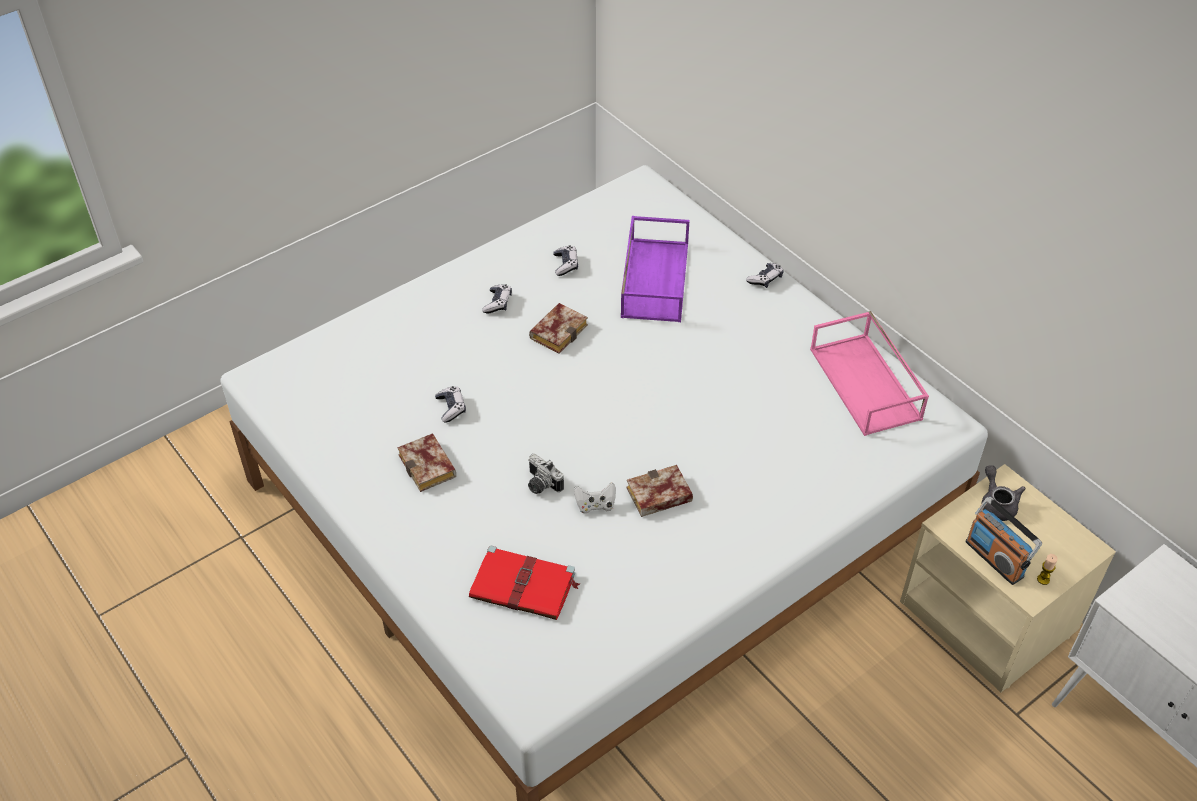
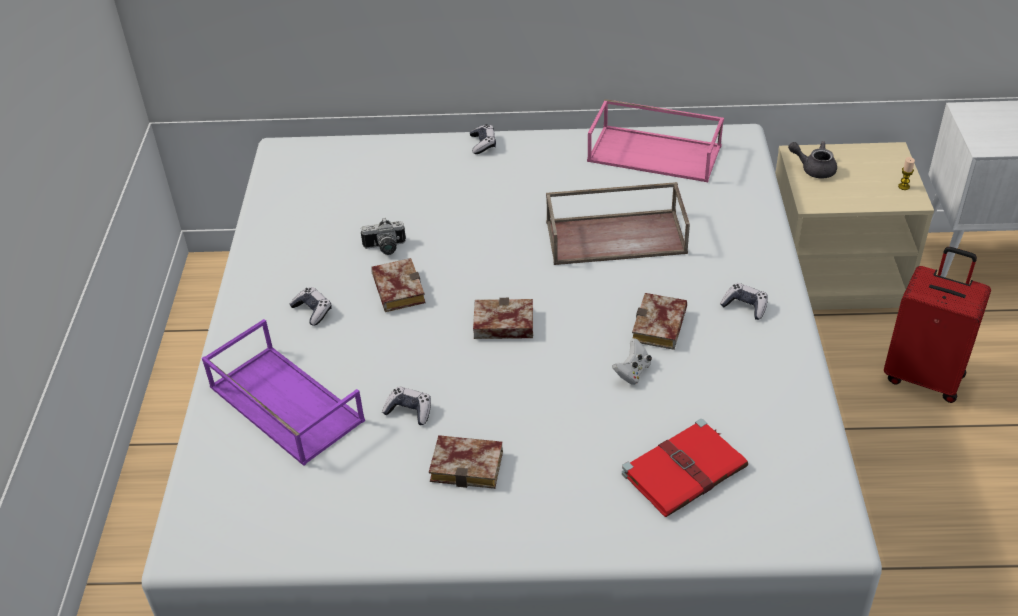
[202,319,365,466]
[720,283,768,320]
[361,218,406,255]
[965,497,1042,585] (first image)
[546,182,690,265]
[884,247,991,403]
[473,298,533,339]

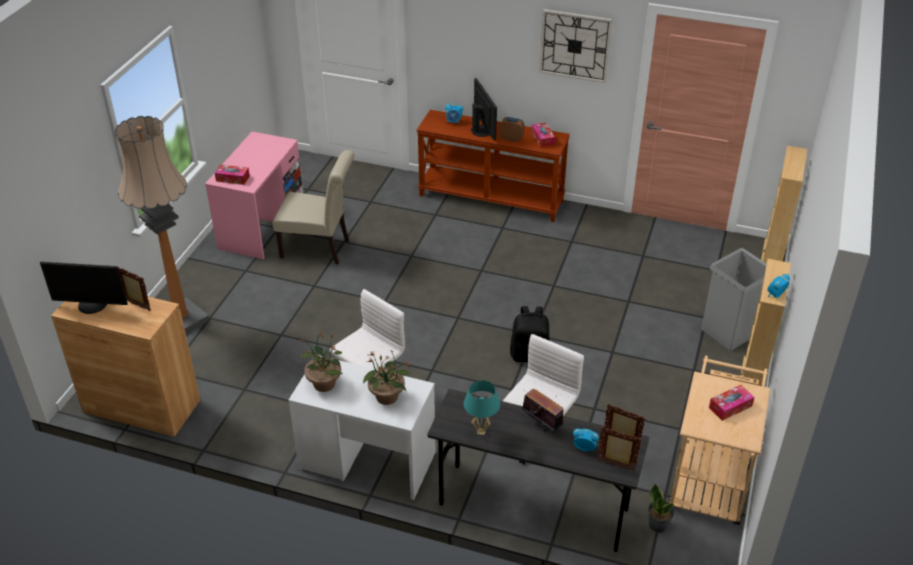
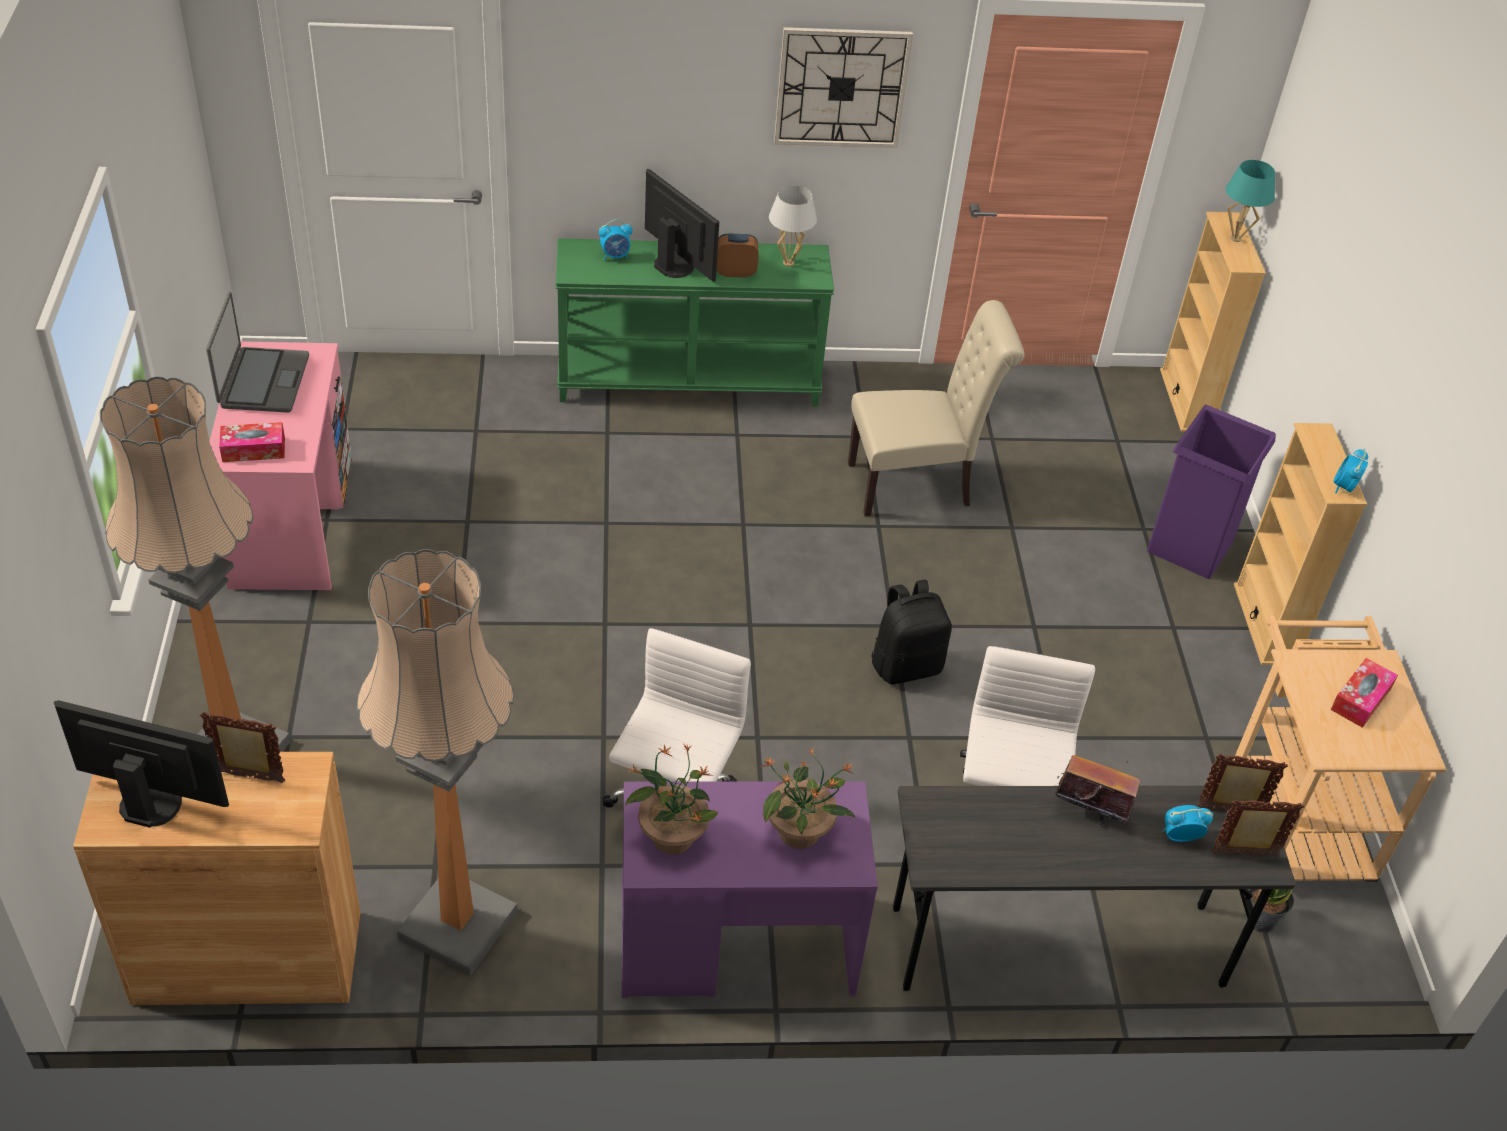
[556,238,834,406]
[769,186,817,267]
[848,300,1025,516]
[1147,405,1276,579]
[54,700,229,828]
[622,781,878,998]
[1226,160,1275,242]
[206,292,309,413]
[357,549,517,976]

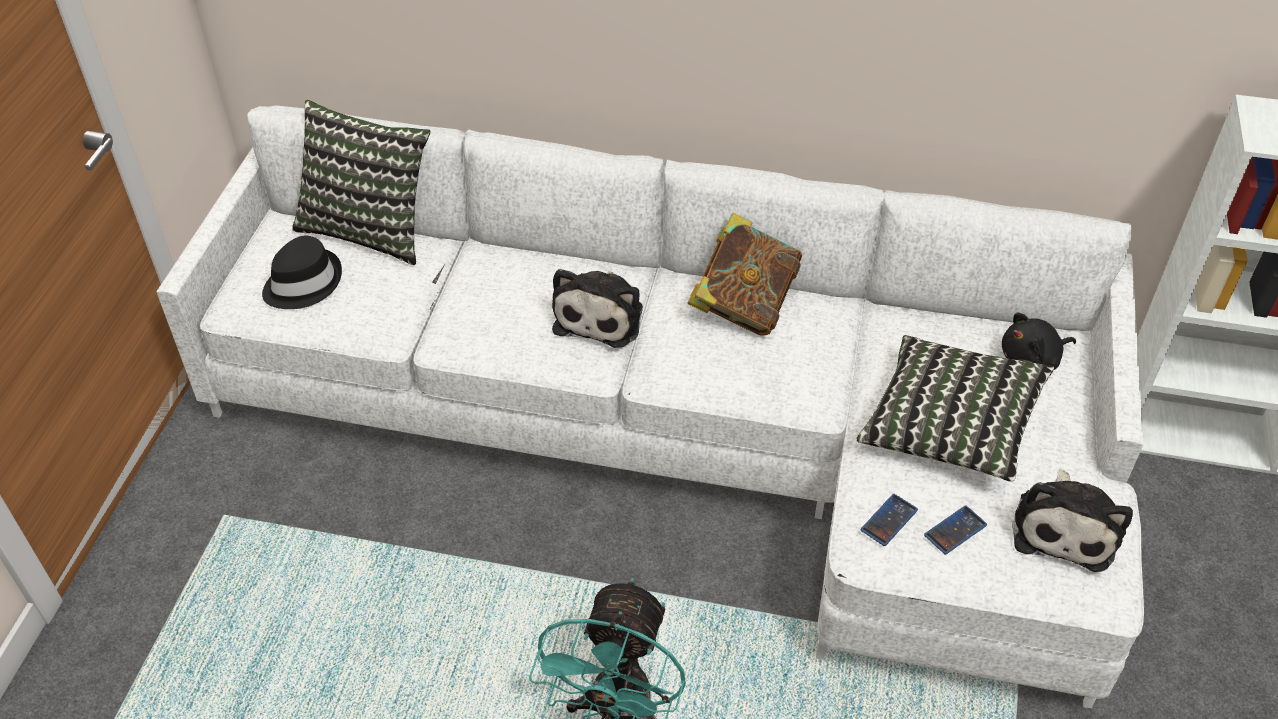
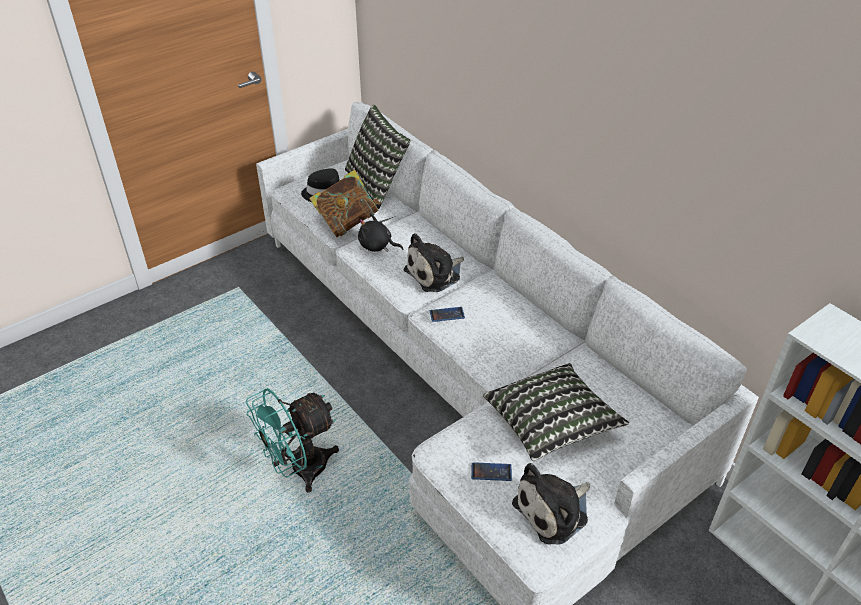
[309,170,381,237]
[358,214,403,252]
[430,307,465,322]

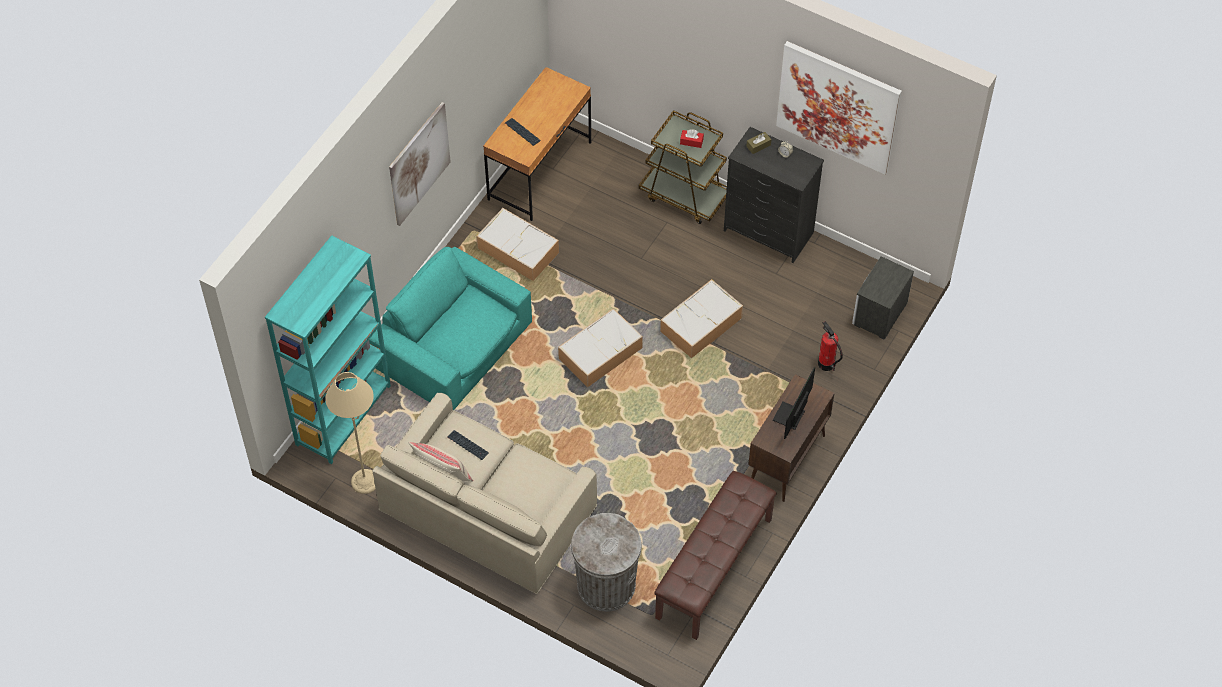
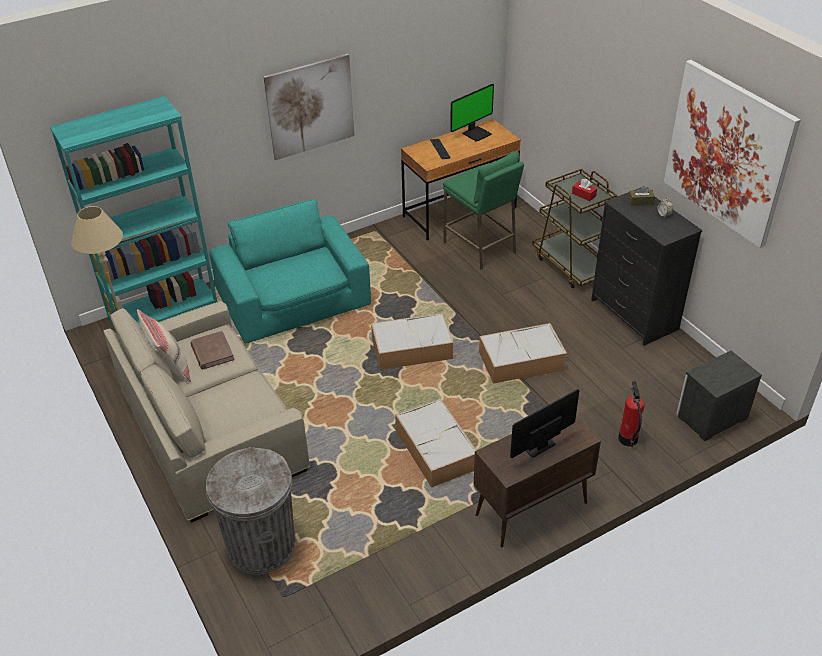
[395,398,476,487]
[190,331,234,370]
[654,471,777,640] (first image)
[450,83,494,142]
[443,151,524,270]

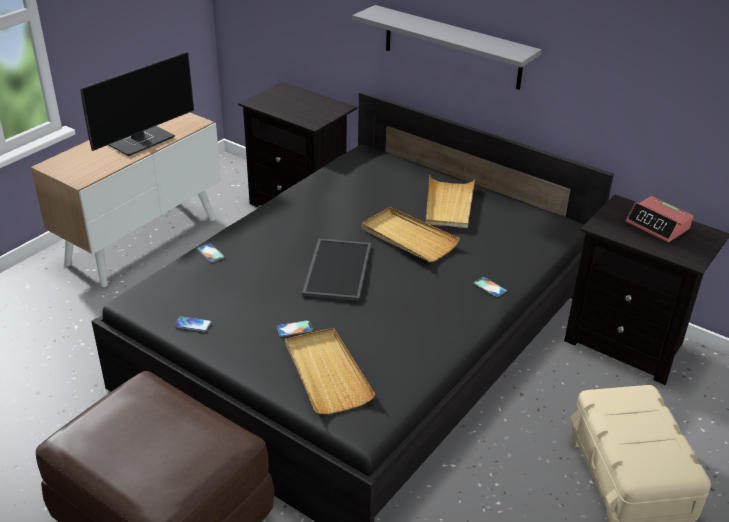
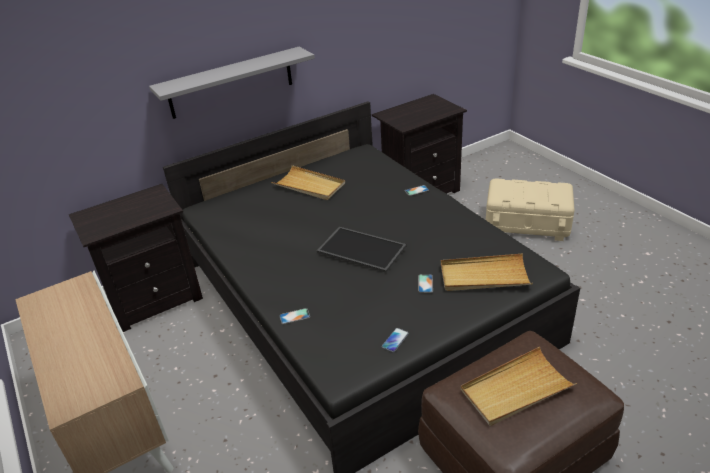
[80,52,194,156] (first image)
[626,196,693,242] (first image)
[460,347,577,426]

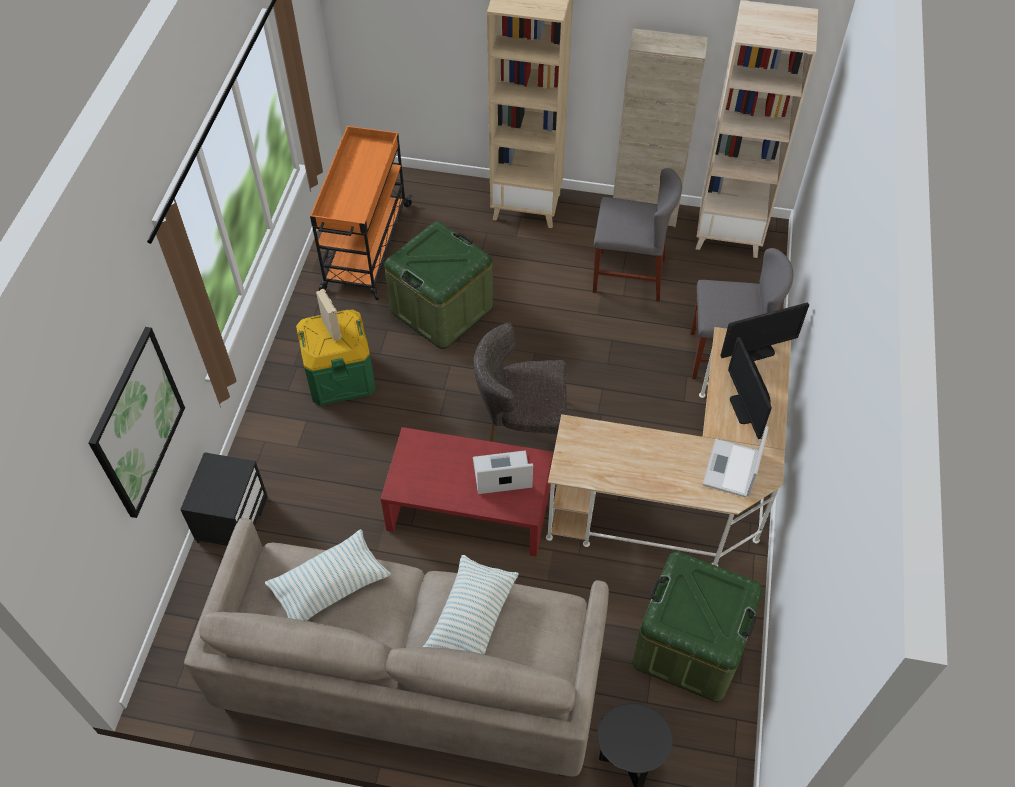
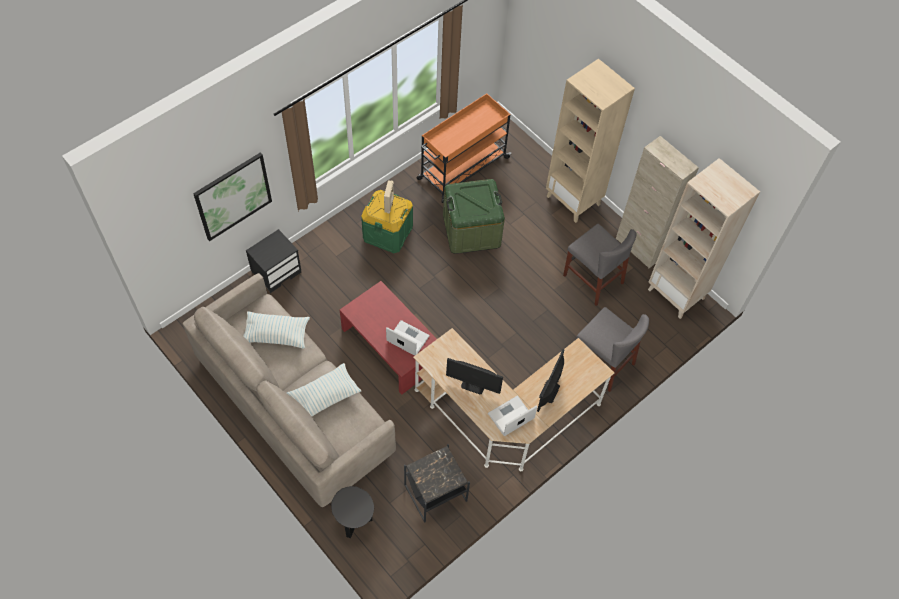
[446,358,503,394]
[473,323,567,459] (first image)
[404,444,470,523]

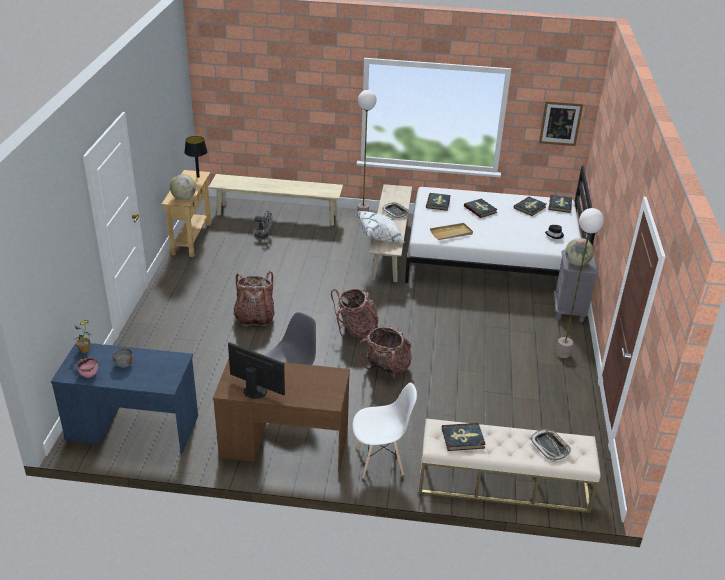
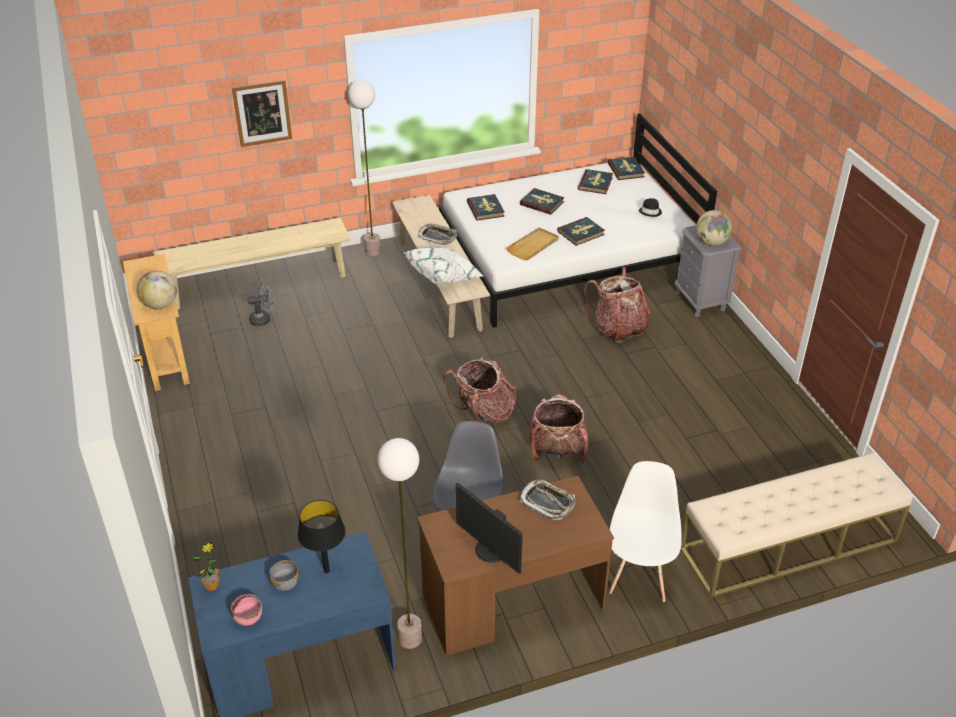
[232,80,292,147]
[298,500,346,573]
[378,438,422,649]
[584,267,651,343]
[456,483,523,574]
[609,461,681,602]
[558,217,605,246]
[520,479,575,520]

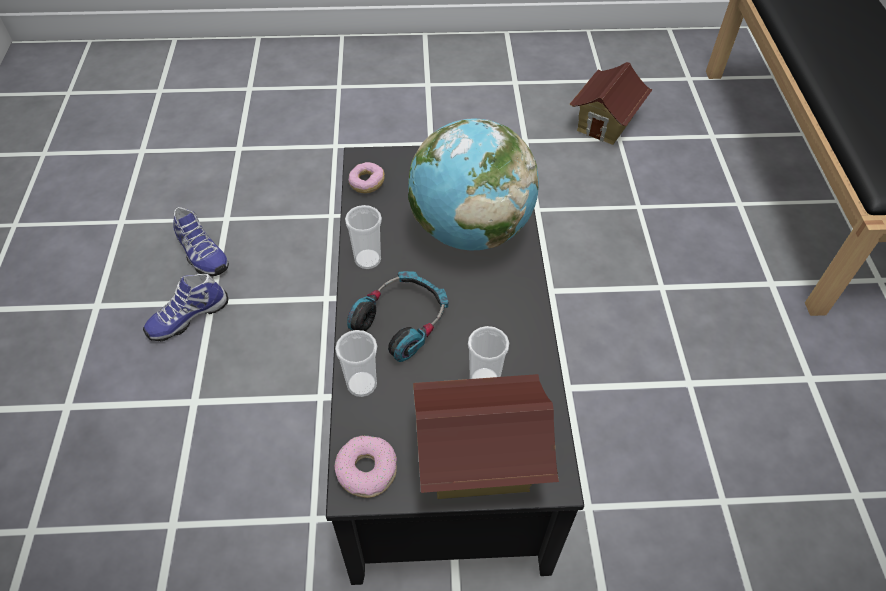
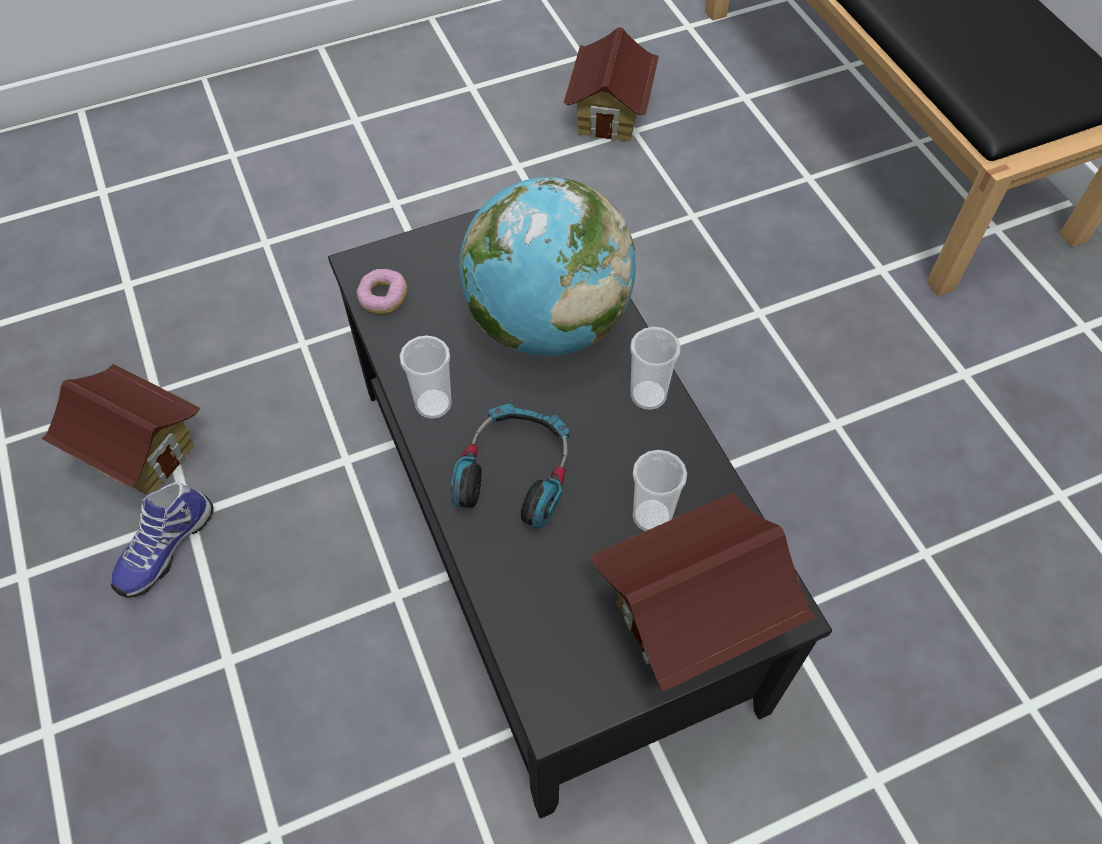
[41,364,200,495]
[630,327,681,410]
[335,436,397,498] (first image)

